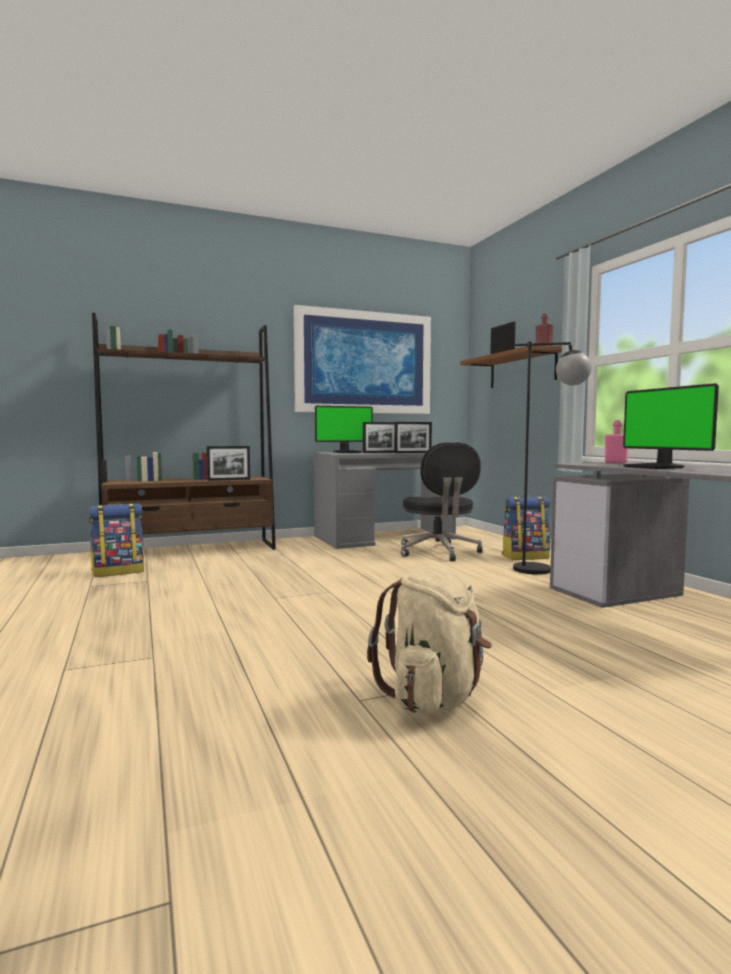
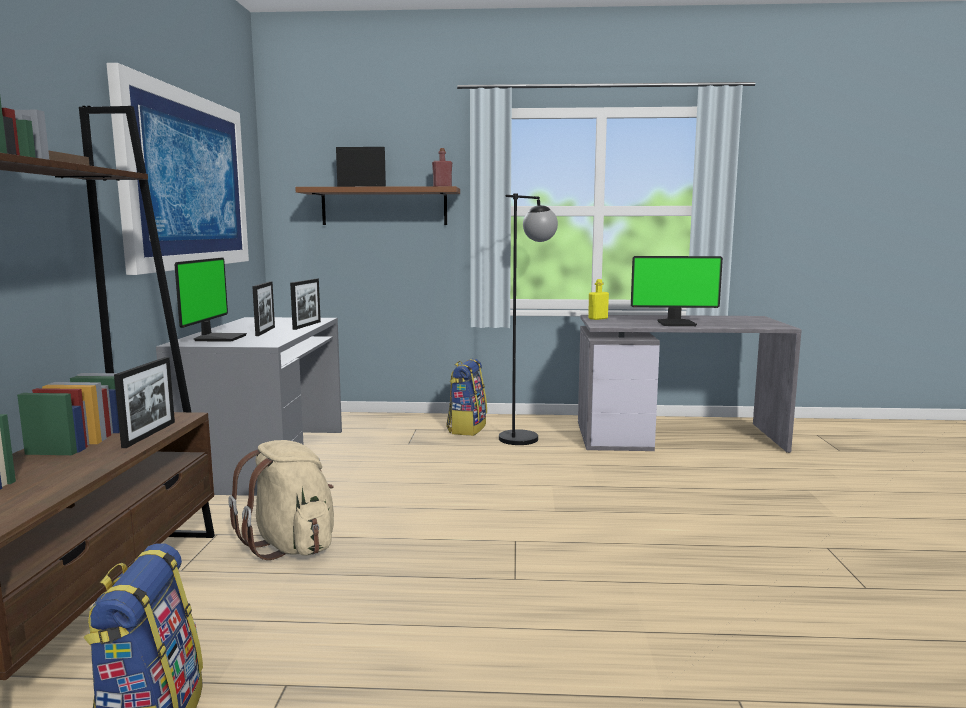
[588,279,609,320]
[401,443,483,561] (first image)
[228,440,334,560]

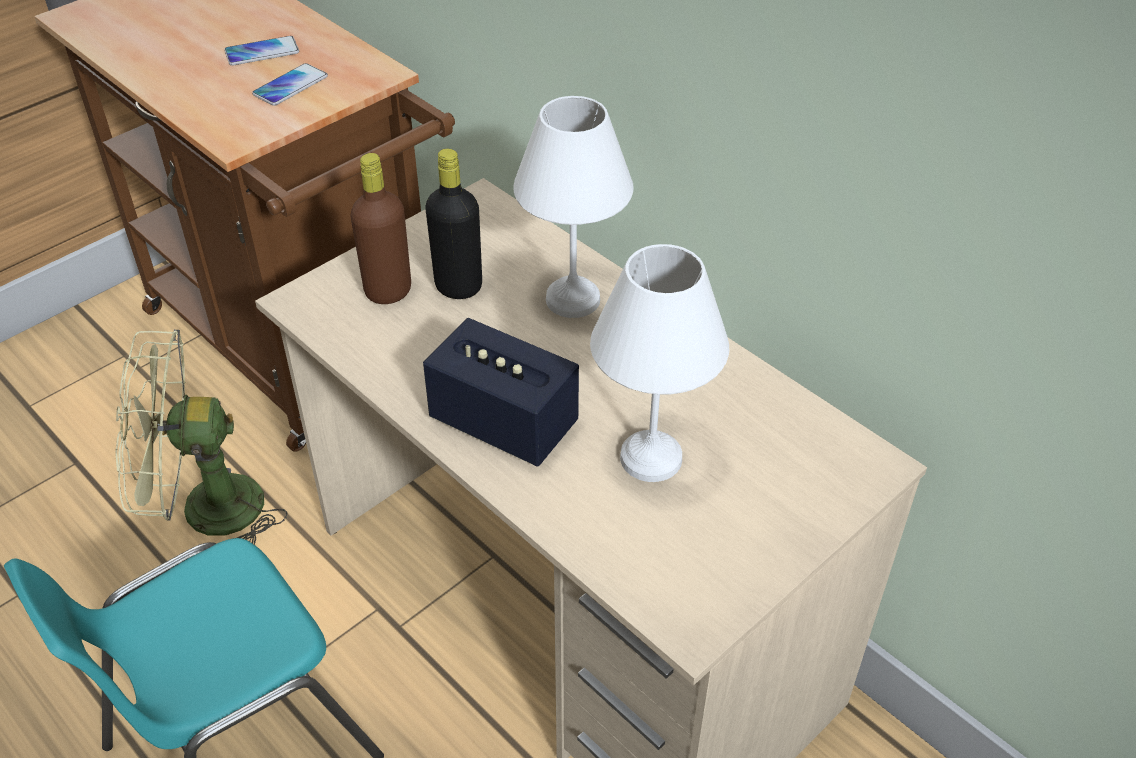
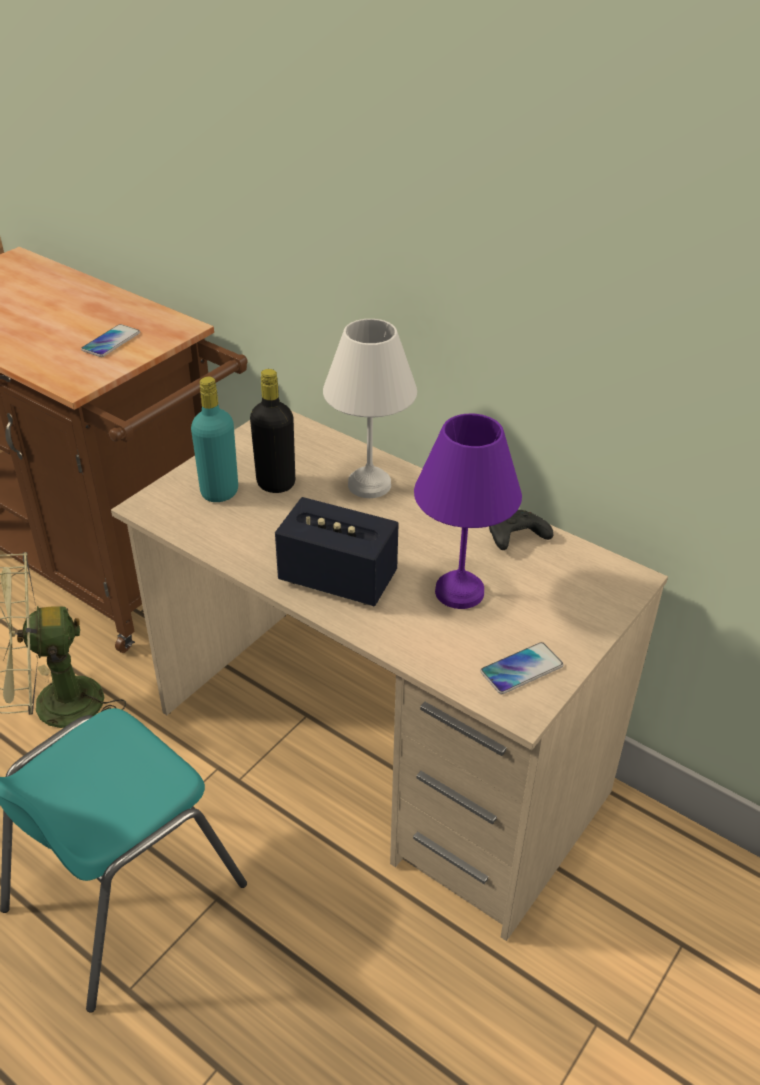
[480,642,564,694]
[191,377,238,502]
[414,413,522,609]
[489,510,554,550]

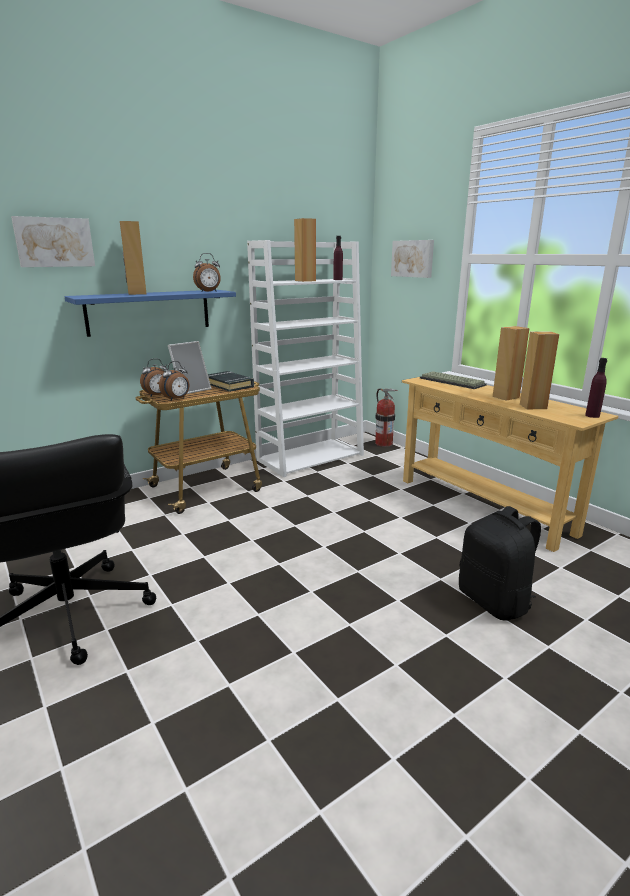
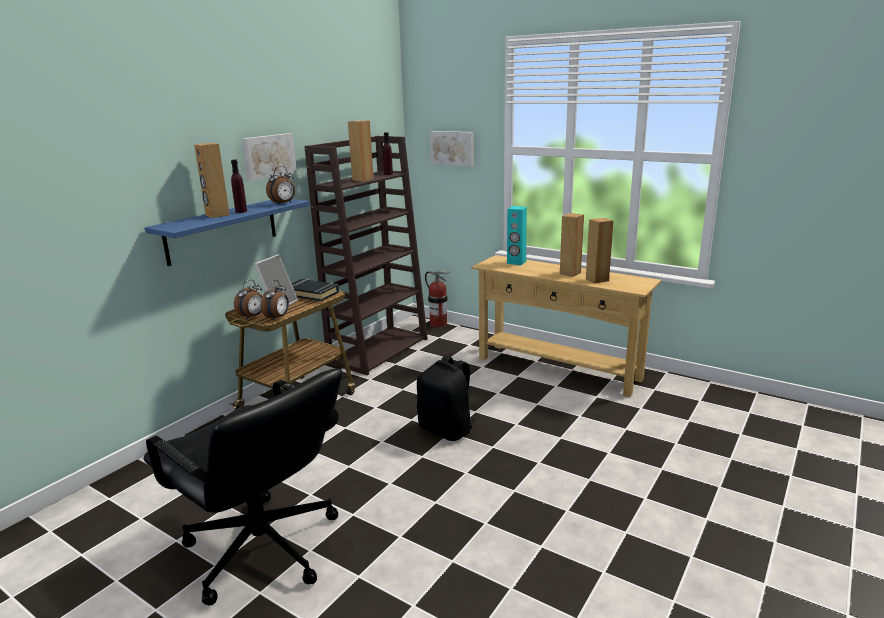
[242,133,297,181]
[305,136,428,375]
[231,160,247,213]
[507,206,527,265]
[417,356,475,441]

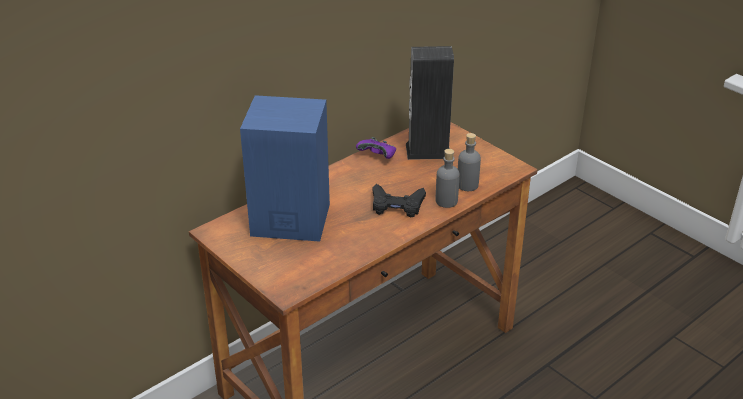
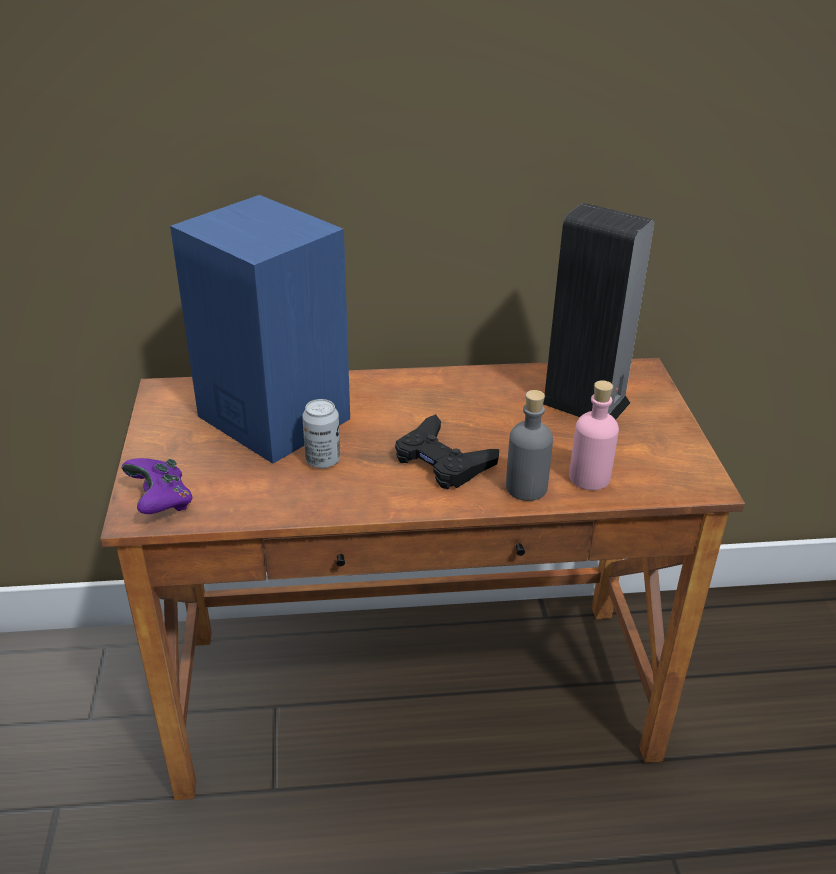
[569,380,619,490]
[122,458,193,514]
[302,399,340,469]

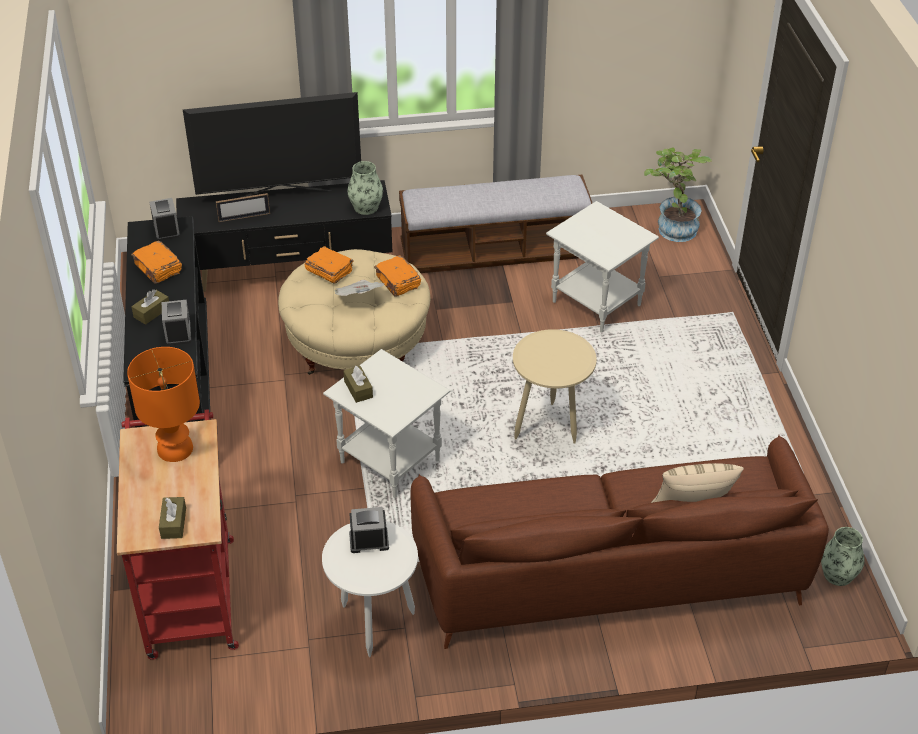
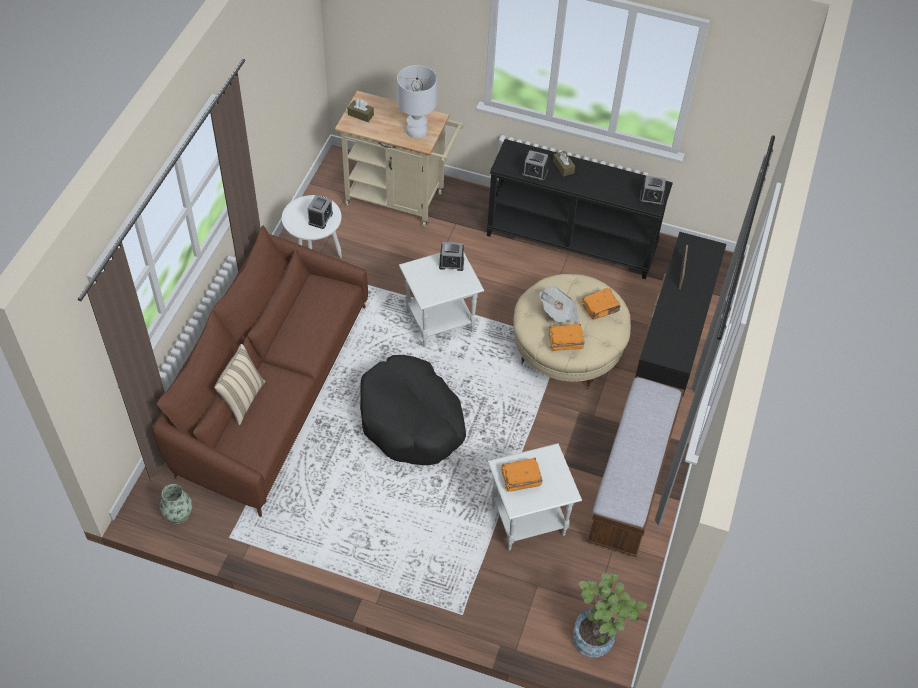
[183,92,361,198] (first image)
[347,161,383,215] (first image)
[501,458,542,492]
[360,355,466,466]
[397,65,437,138]
[439,242,464,271]
[335,91,464,227]

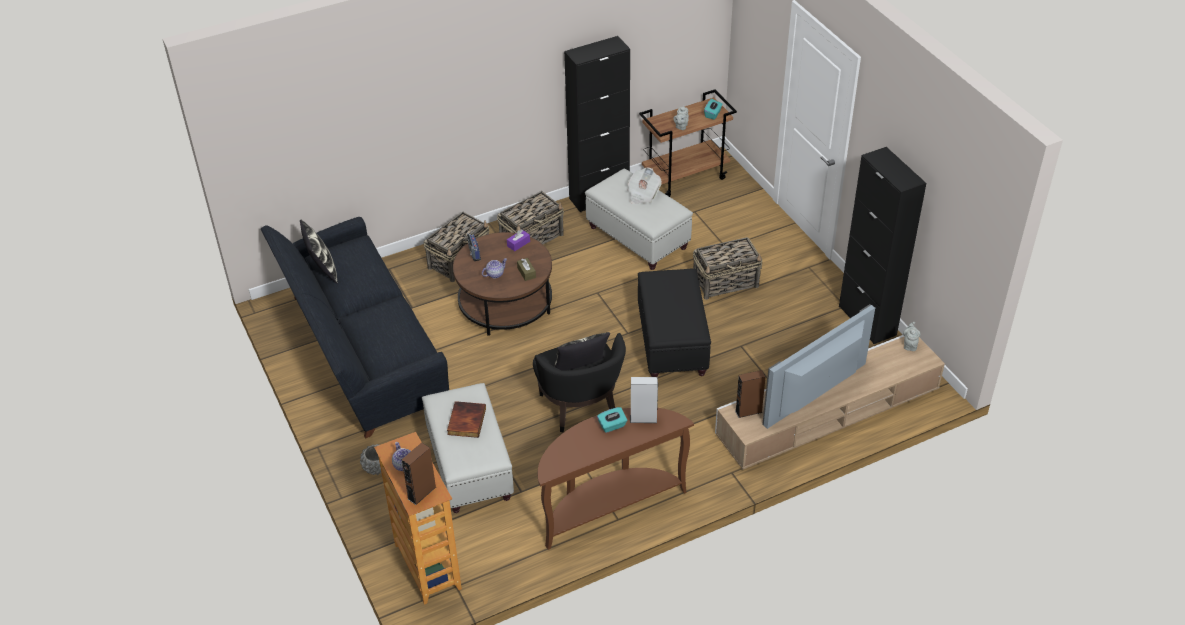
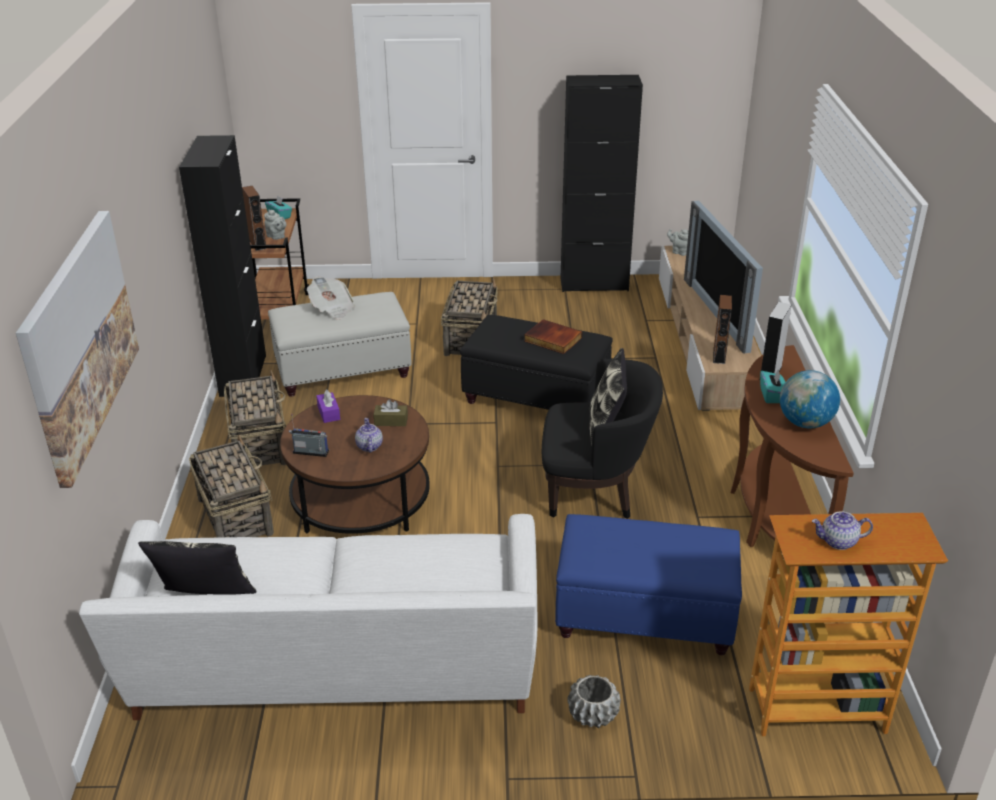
[79,514,538,720]
[555,514,742,655]
[524,319,583,354]
[242,186,267,251]
[16,211,139,488]
[780,370,840,428]

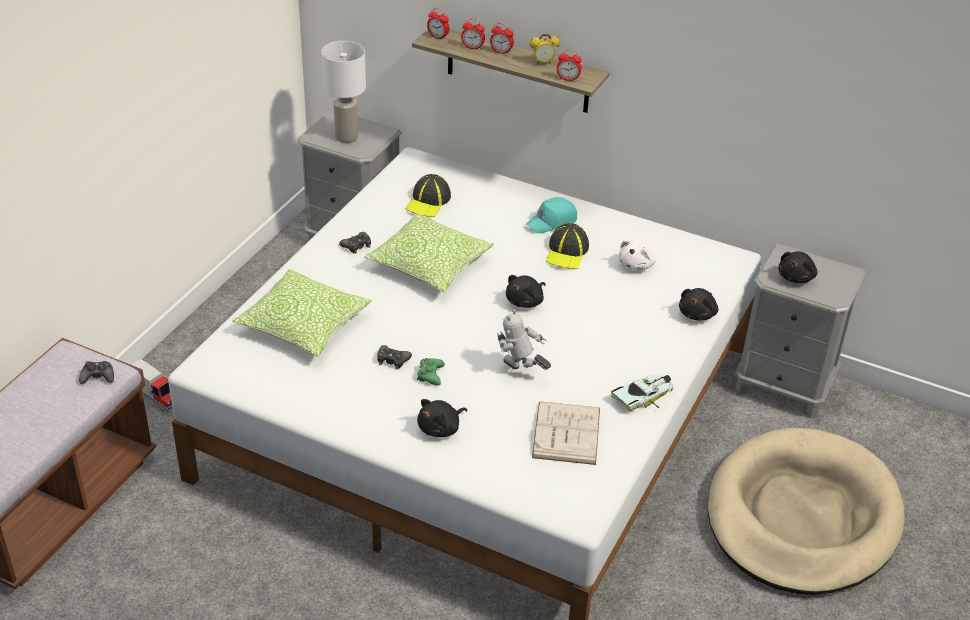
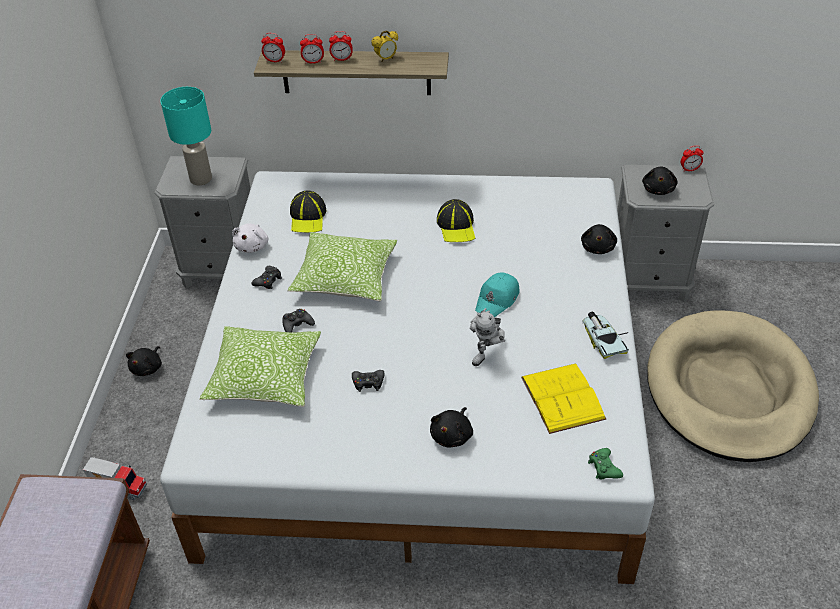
[160,87,212,185]
[681,146,704,172]
[475,273,520,317]
[232,223,268,253]
[126,346,162,376]
[470,308,505,366]
[588,448,623,480]
[282,309,315,332]
[583,312,629,359]
[521,363,607,434]

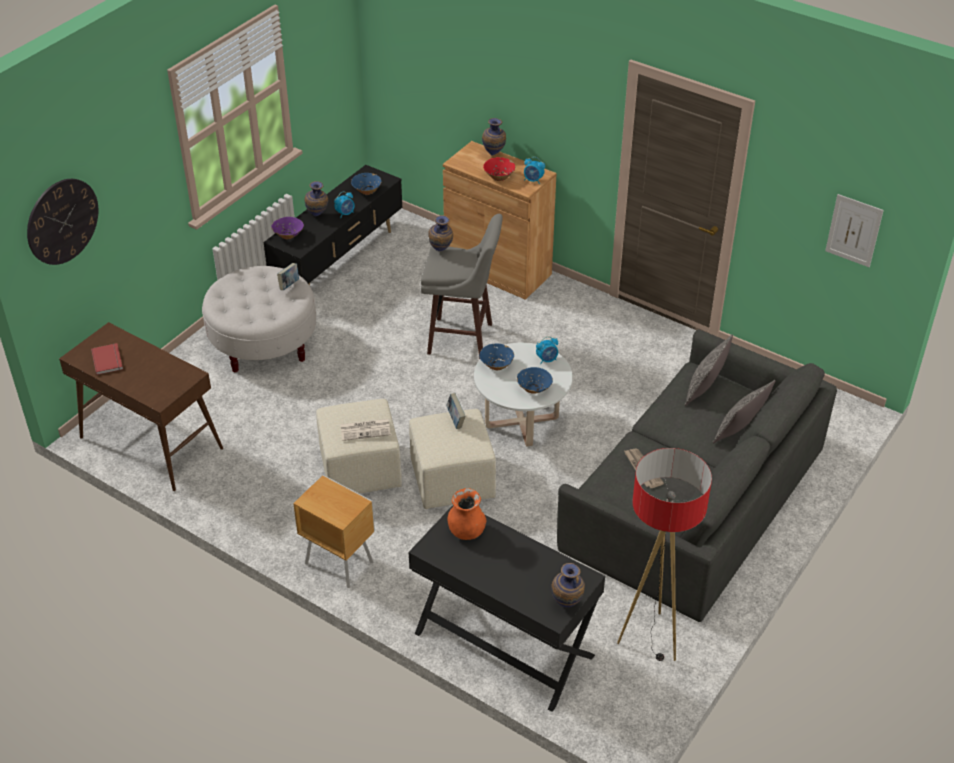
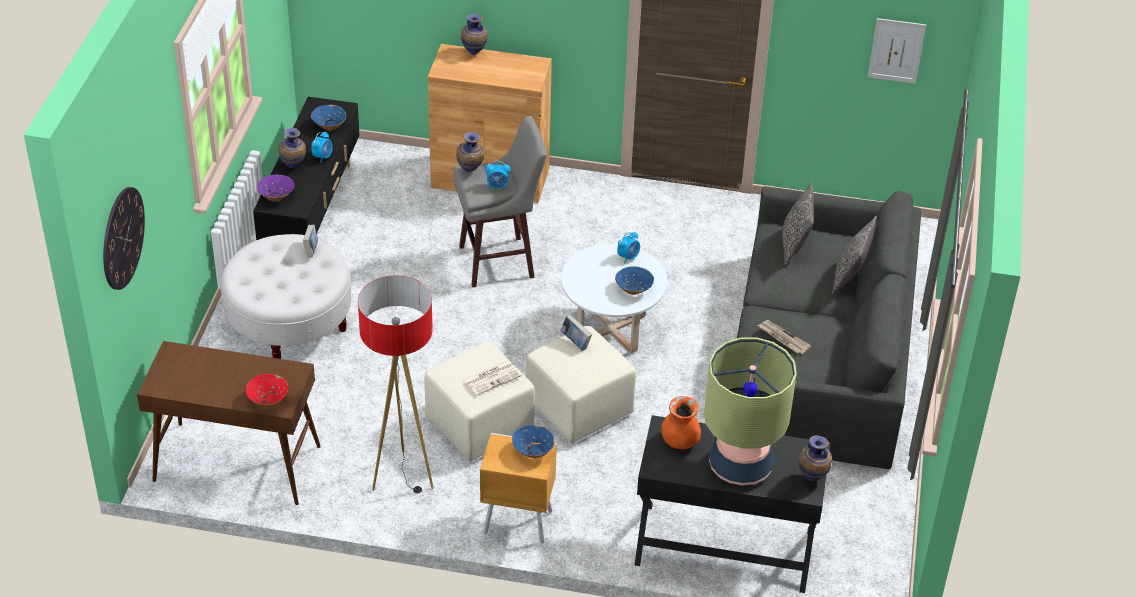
[246,374,288,407]
[485,161,510,189]
[91,343,123,375] (first image)
[512,425,555,458]
[358,275,434,493]
[704,338,797,485]

